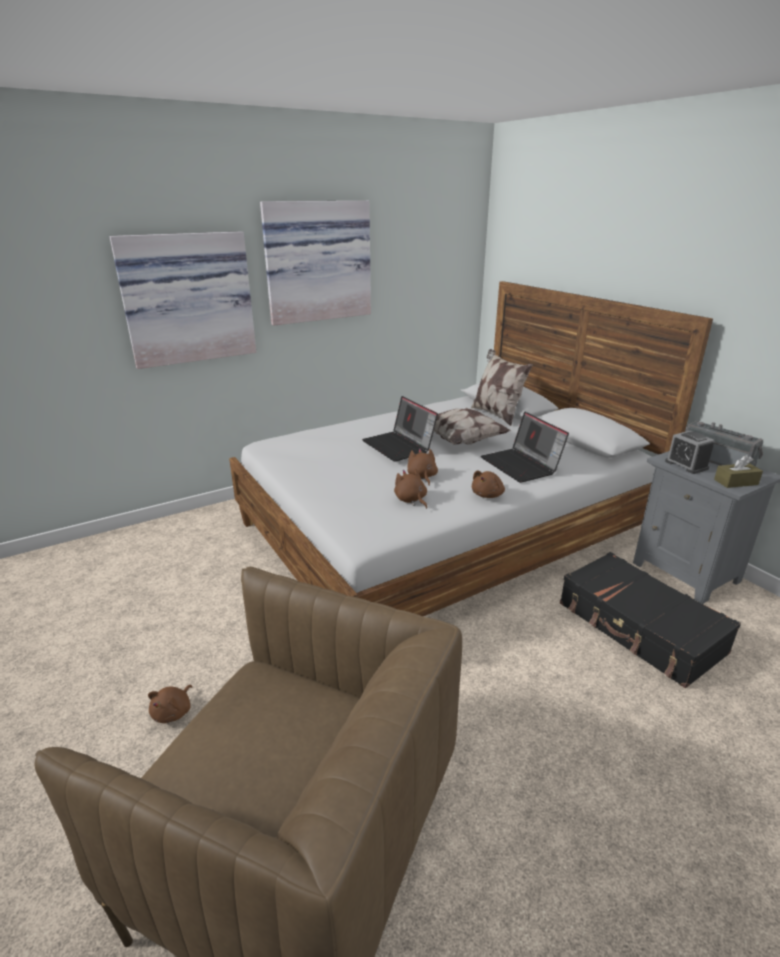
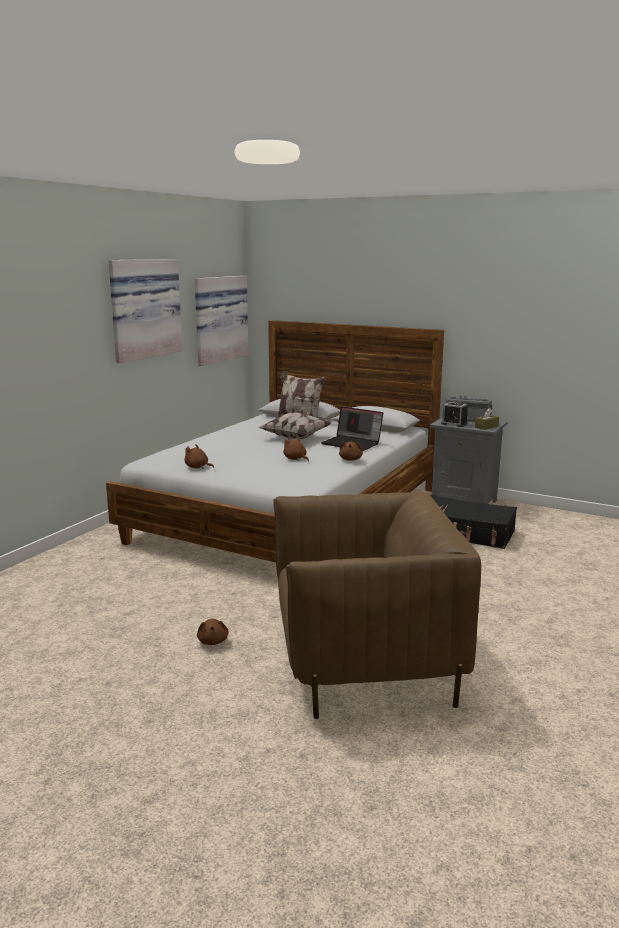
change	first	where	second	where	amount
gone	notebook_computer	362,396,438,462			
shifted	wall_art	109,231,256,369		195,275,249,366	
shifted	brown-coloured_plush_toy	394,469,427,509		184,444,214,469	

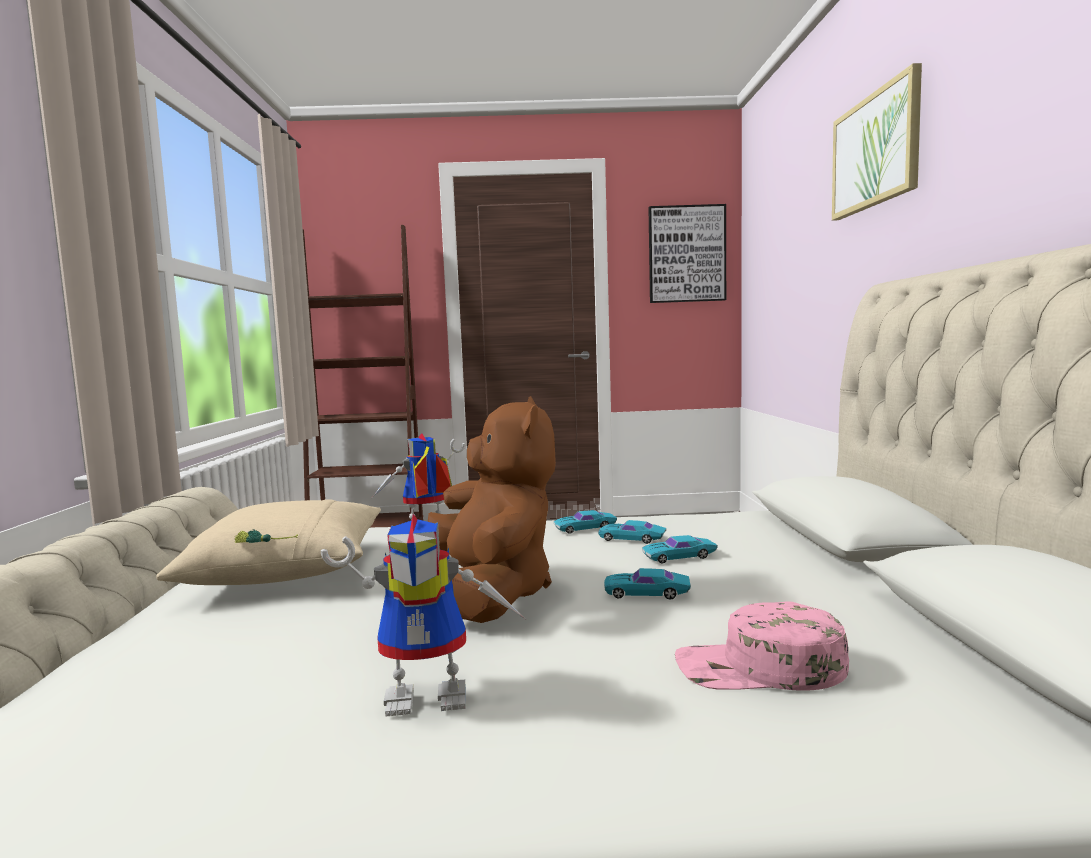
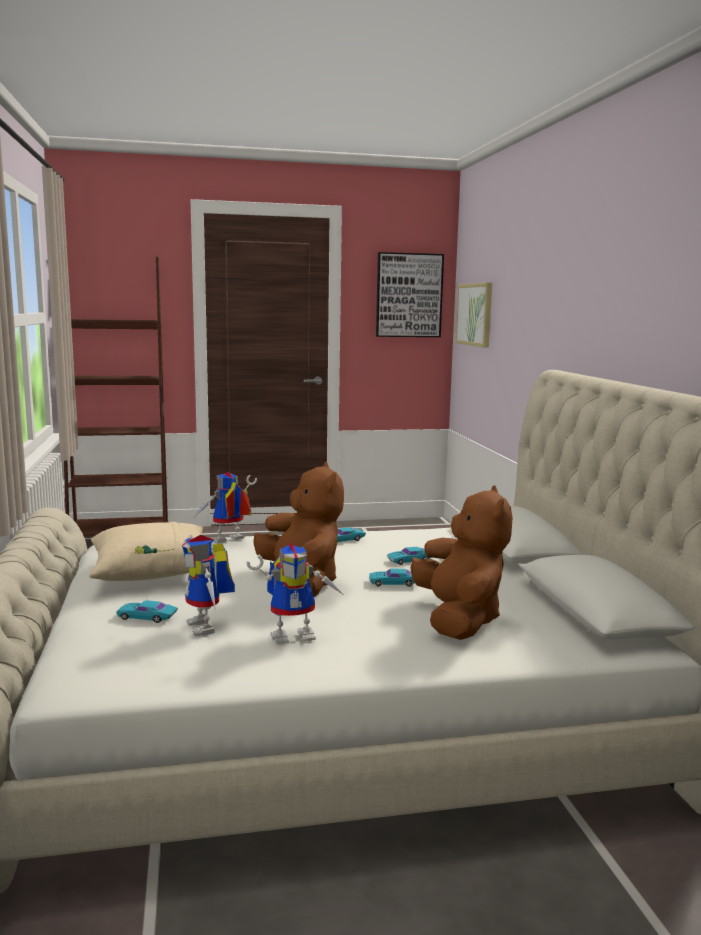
change	first	where	second	where	amount
new			model_robot	182,534,235,637	
shifted	turquoise_toy_car	598,520,666,544		116,600,178,623	
shifted	wall_art	832,63,922,221		455,283,492,347	
swapped	pink_baseball_cap	675,601,849,691	brown-coloured_plush_toy	411,485,513,640	

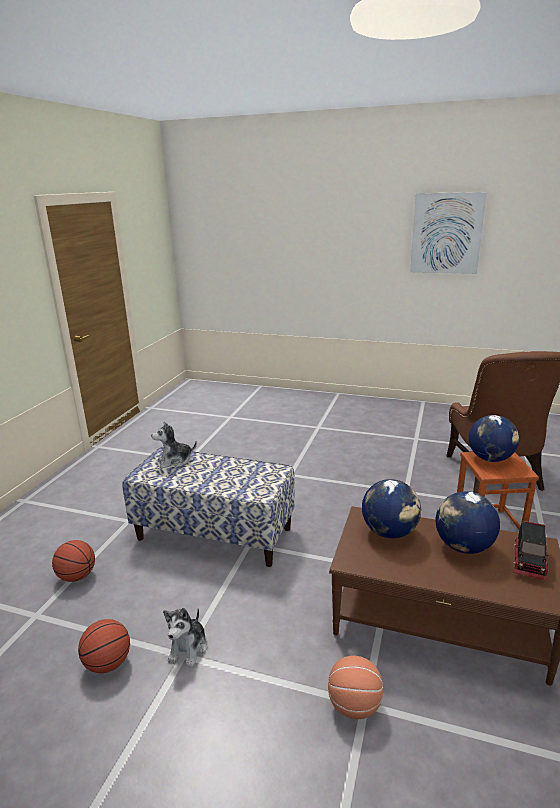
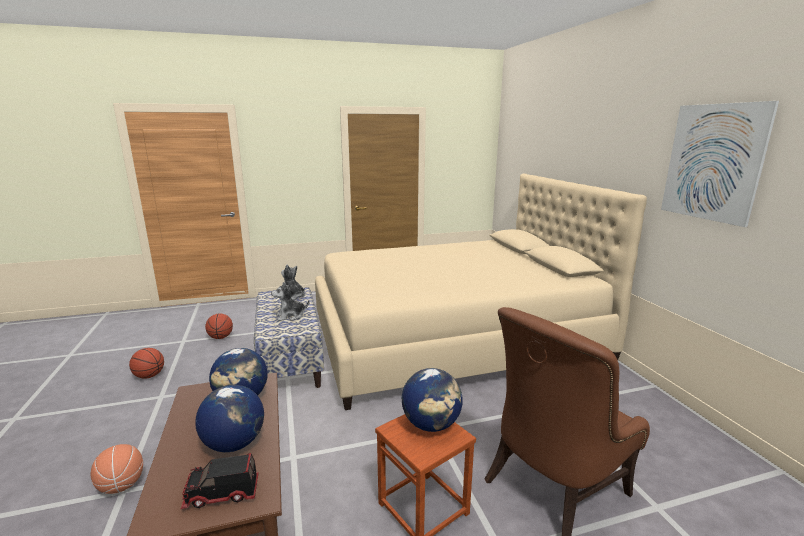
change	first	where	second	where	amount
new			beige_bed	315,174,647,410	
shifted	plush_toy	163,608,207,667		271,282,310,321	

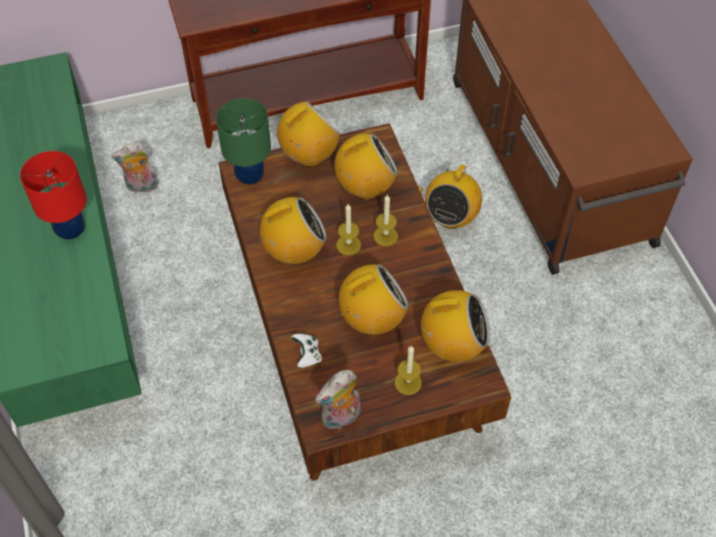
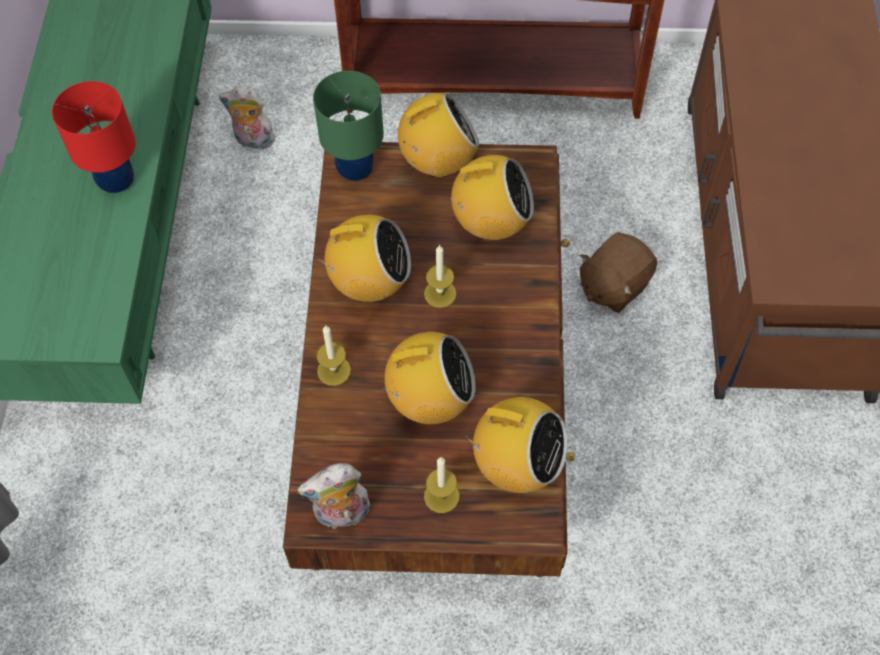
change	first	where	second	where	amount
gone	white-coloured_game_controller	291,334,322,368			
shifted	wax_candle	374,194,398,246		316,325,351,386	
swapped	radio	425,160,482,229	brown-coloured_plush_toy	580,232,657,313	

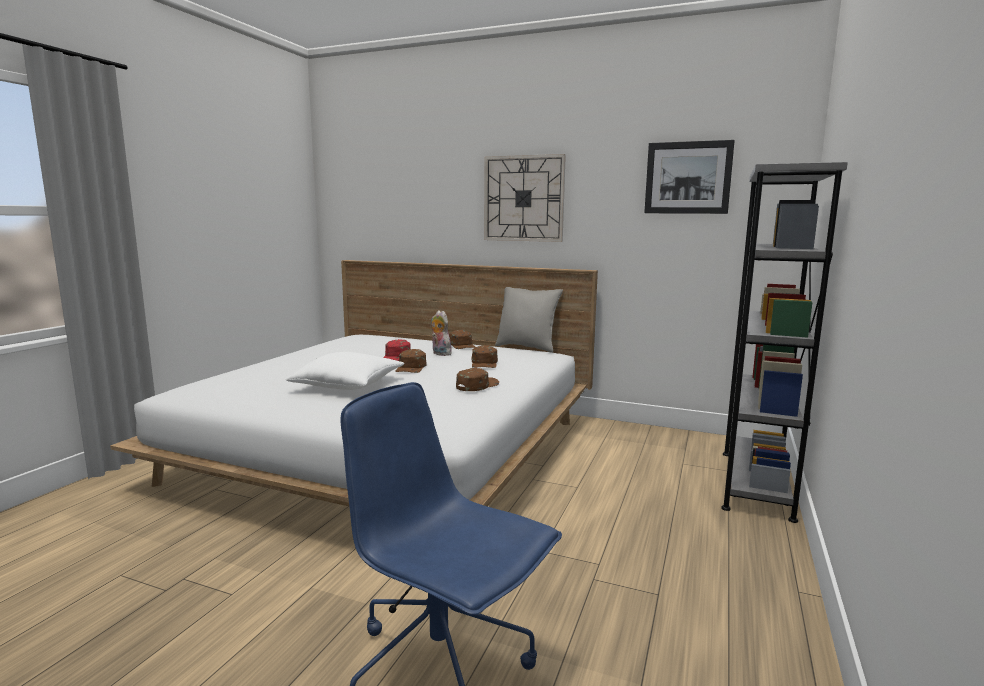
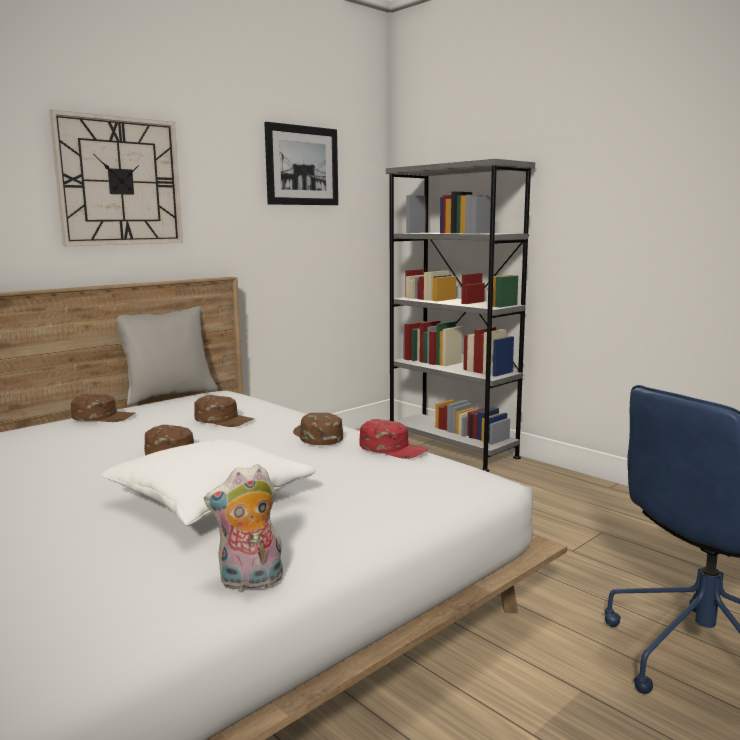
change	first	where	second	where	amount
shifted	red_baseball_cap	383,339,411,361		359,419,429,459	
shifted	plush_toy	431,310,452,356		204,464,283,591	

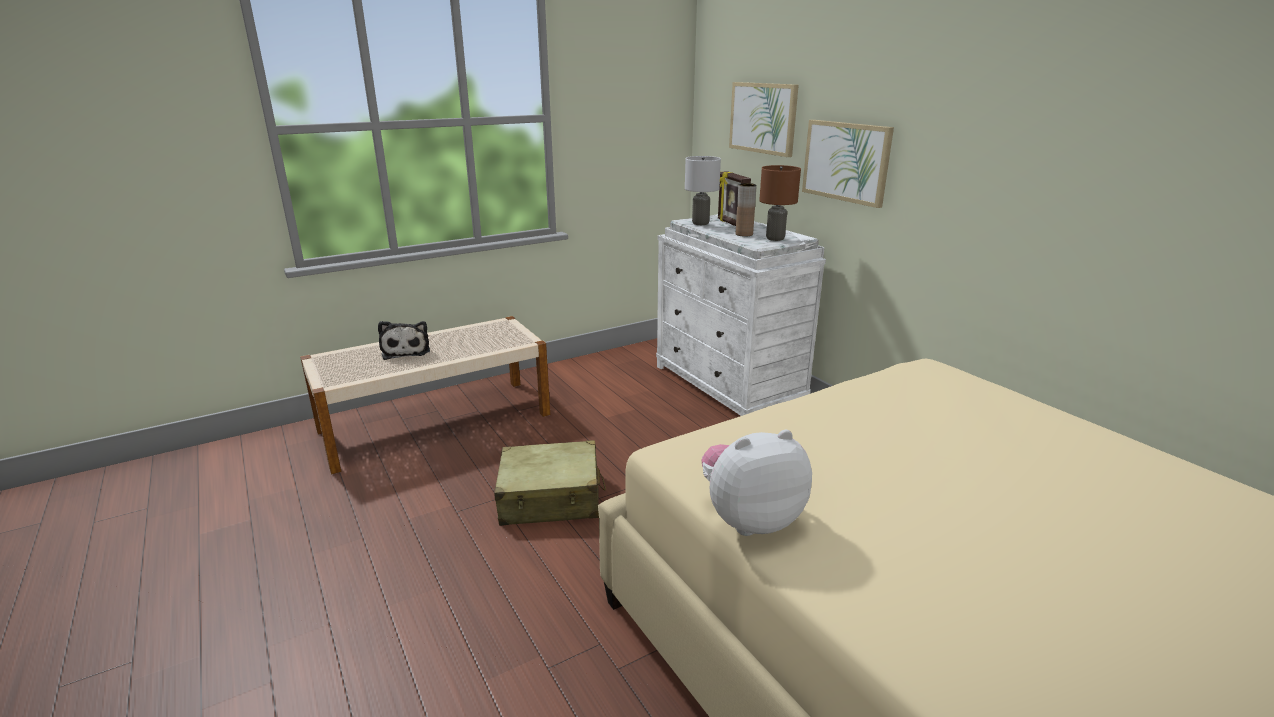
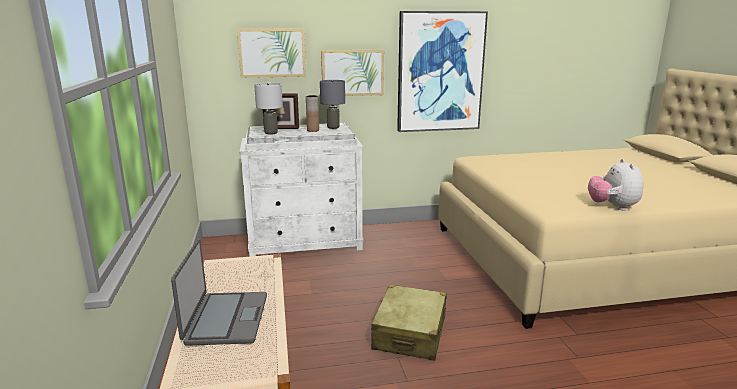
change	first	where	second	where	amount
new			wall_art	397,11,488,132	
swapped	plush_toy	378,321,430,360	notebook_computer	171,238,267,346	
repainted	brown-coloured_lamp_for_a_table	759,165,801,241	greyish_lamp_for_a_table	320,80,345,129	

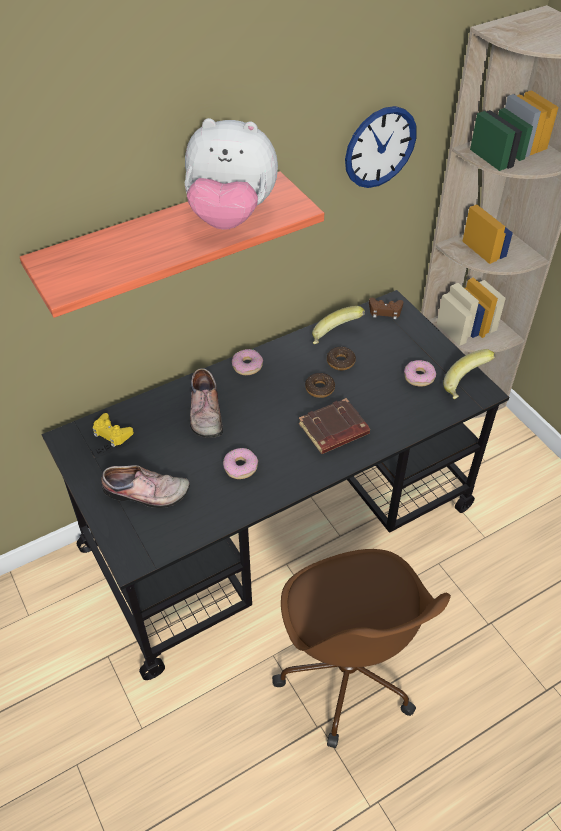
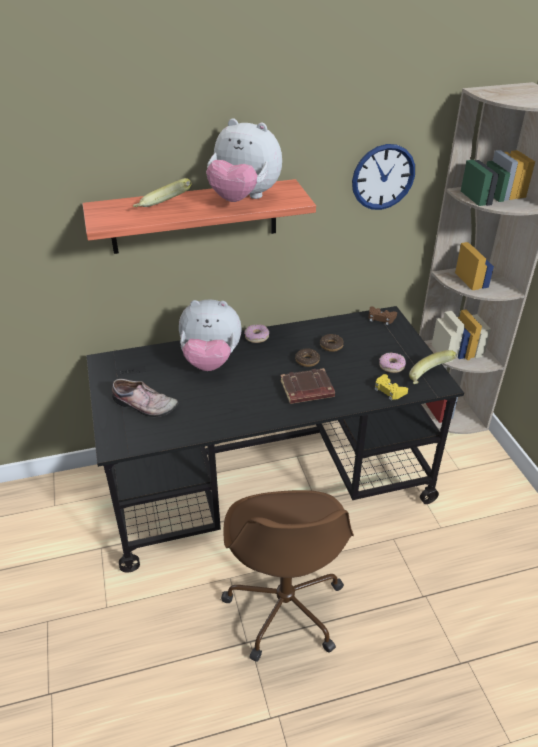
change	first	where	second	where	amount
gone	doughnut	223,448,258,479			
shifted	yellow_game_controller	93,413,134,447		375,374,408,400	
shifted	banana	312,306,365,344		133,178,192,207	
swapped	item_of_footwear	190,368,223,438	plush_toy	179,300,242,371	

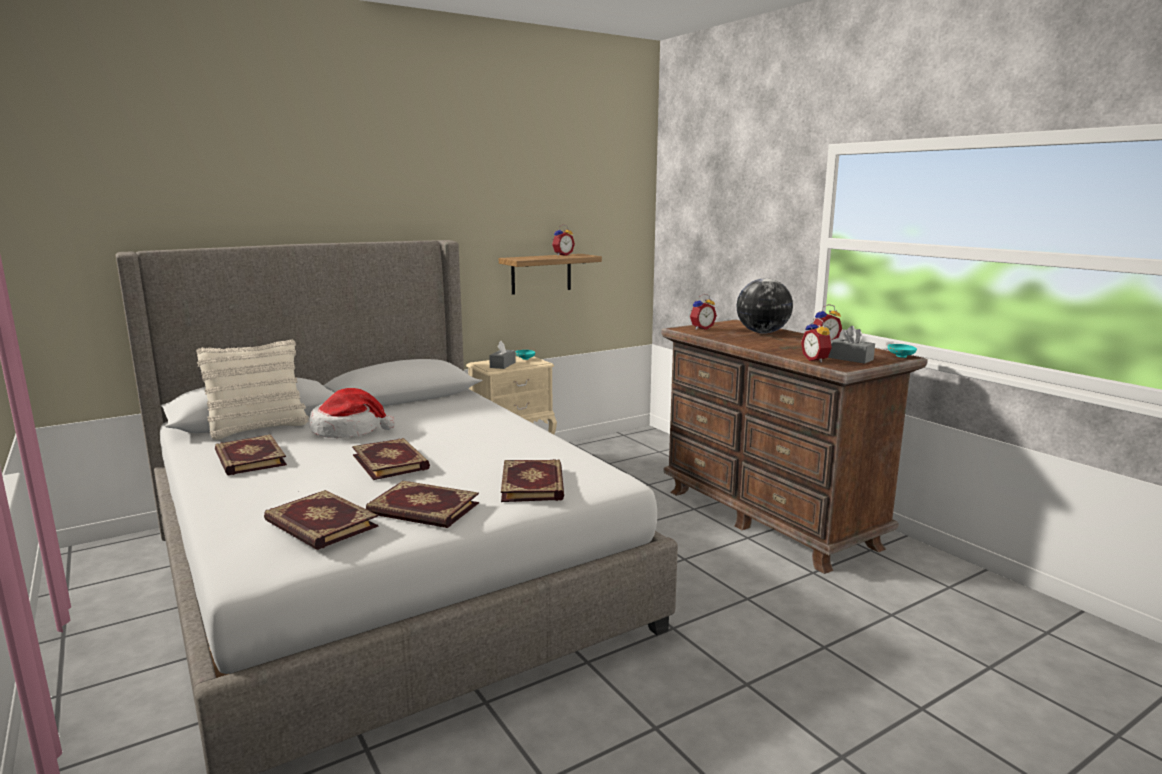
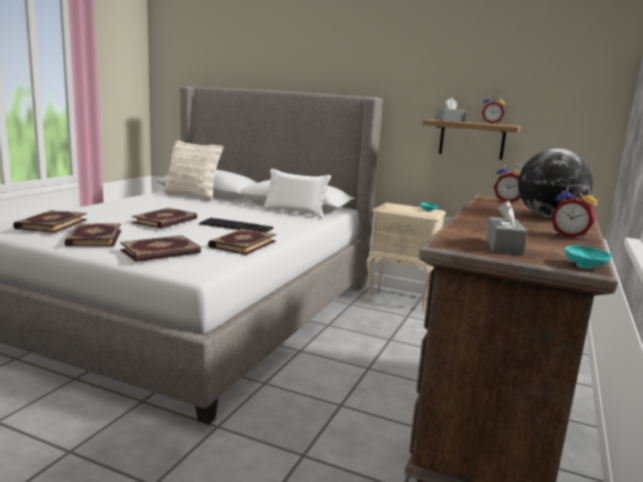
change	first	where	second	where	amount
gone	wearable_hat	309,388,395,438			
gone	alarm_clock	801,318,832,363			
new			PC_keyboard	199,218,274,232	
new			white-coloured_pillow	263,169,331,218	
shifted	volume	215,434,287,475		208,229,276,255	
shifted	greyish_tissue_holder	489,341,516,369		435,98,467,122	

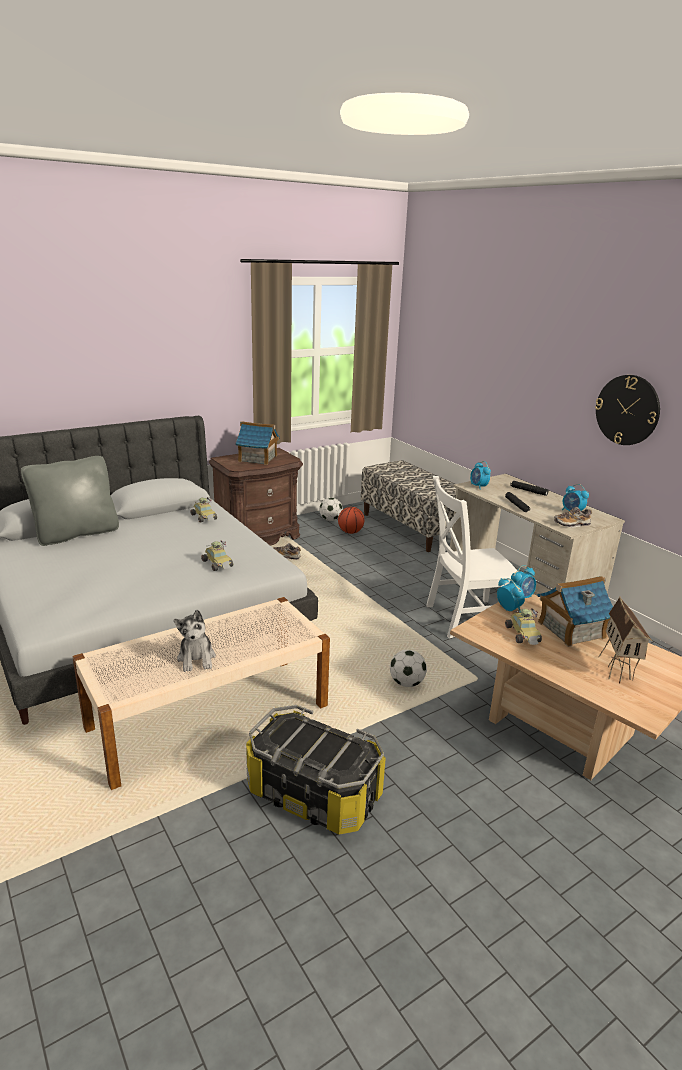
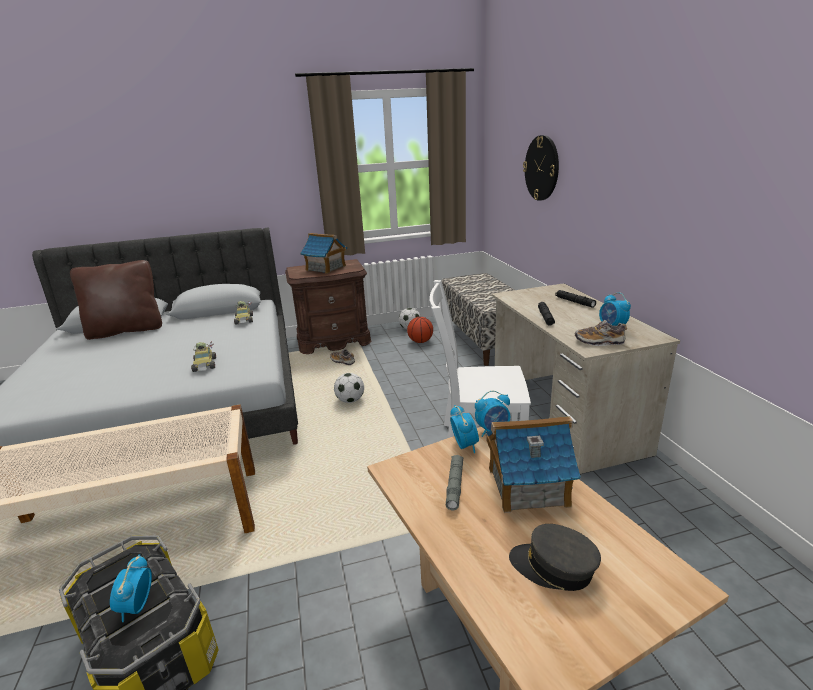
change	first	where	second	where	amount
gone	plush_toy	174,610,216,672			
shifted	football	390,650,427,687		334,373,364,403	
shifted	alarm_clock	470,461,491,490		110,554,152,622	
shifted	clock_on_the_wall	595,375,660,445		523,135,559,201	
swapped	toy_car	505,608,542,645	greyish_hand_torch	446,455,463,511	
swapped	toy_house	599,596,652,684	greyish_baseball_cap	509,524,601,591	
repainted	greyish_pillow	21,456,119,546	brown-coloured_pillow	70,260,162,340	

